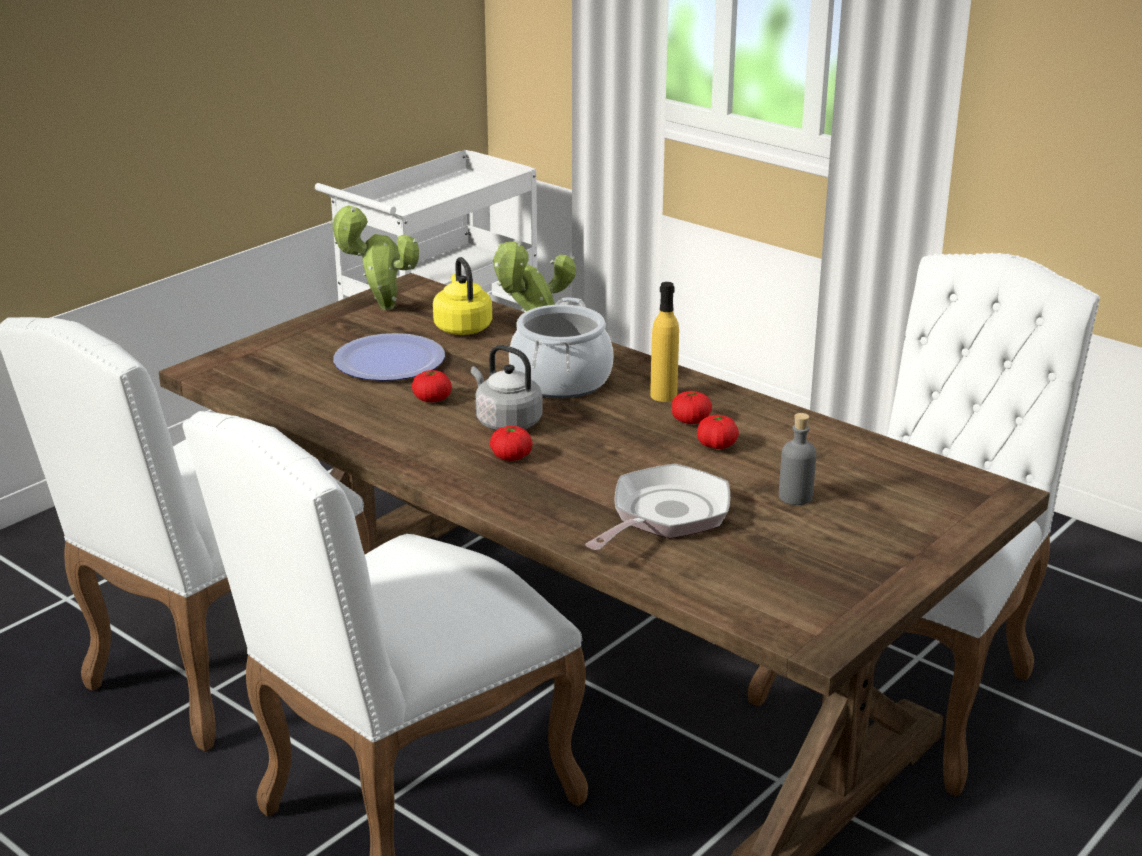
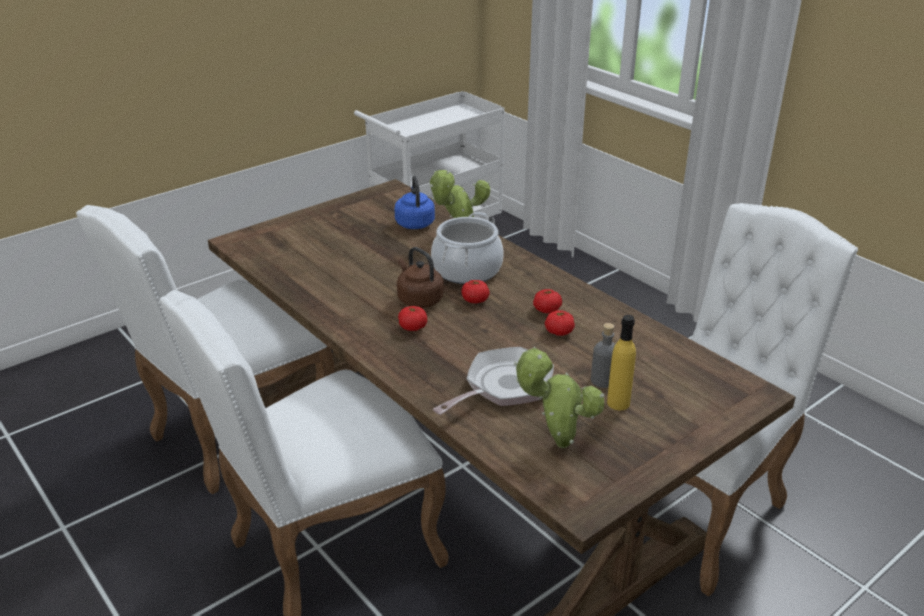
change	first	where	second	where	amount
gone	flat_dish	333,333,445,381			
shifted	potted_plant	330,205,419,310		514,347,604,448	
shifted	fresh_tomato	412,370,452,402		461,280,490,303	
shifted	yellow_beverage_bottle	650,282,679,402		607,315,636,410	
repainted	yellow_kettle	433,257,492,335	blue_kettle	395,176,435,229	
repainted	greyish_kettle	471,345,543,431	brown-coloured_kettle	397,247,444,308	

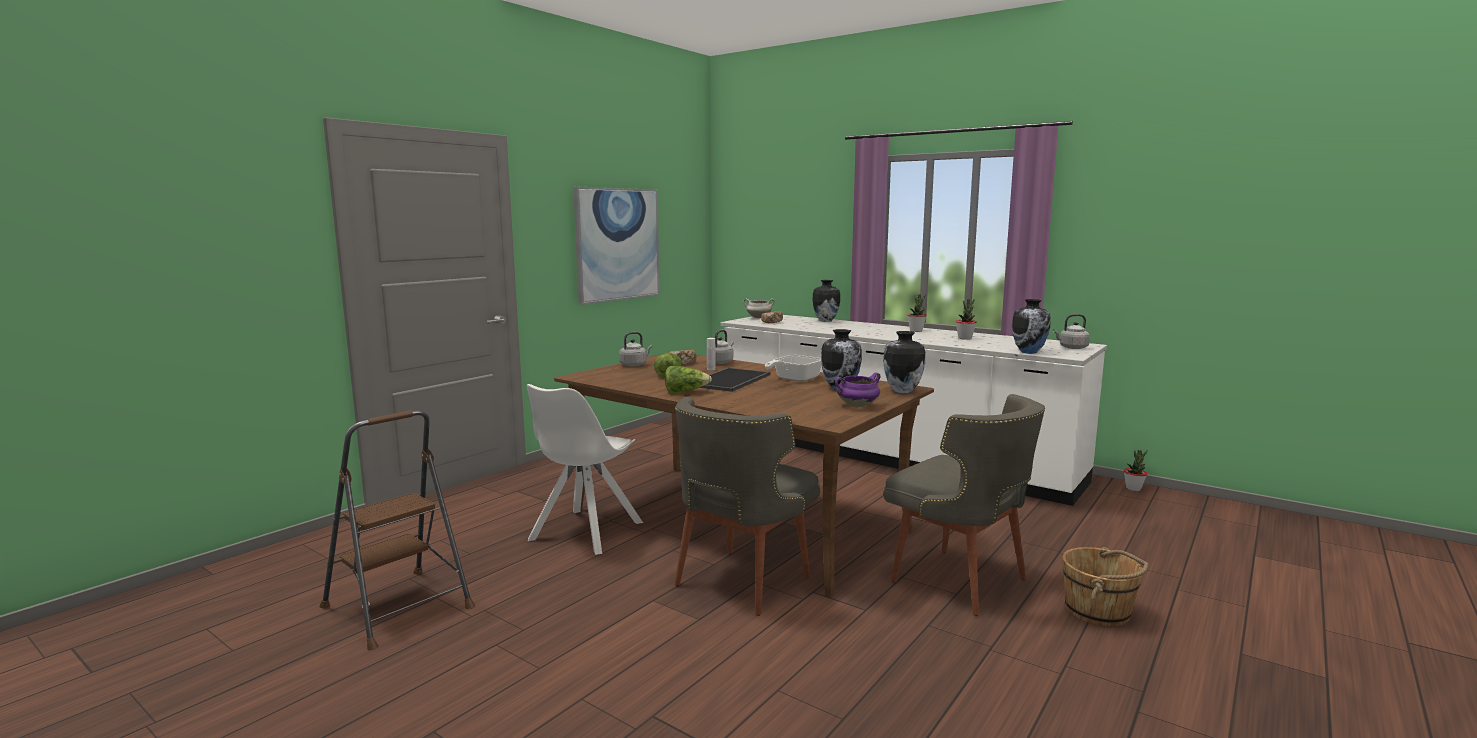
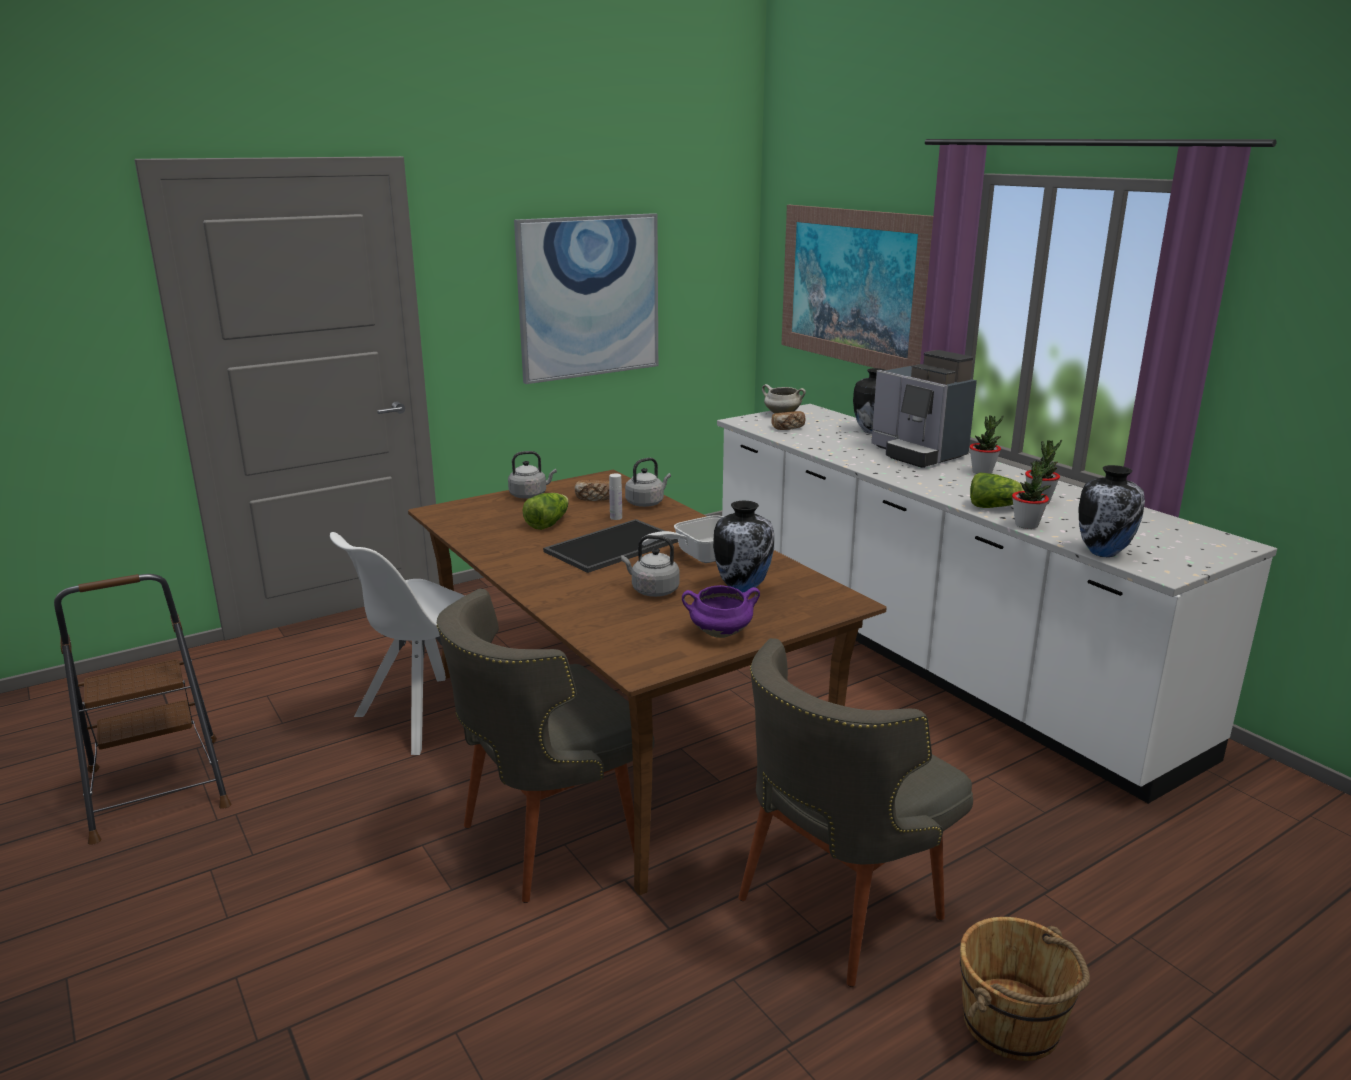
change	first	where	second	where	amount
gone	flower_vase	883,331,925,394			
new			wall_art	781,205,933,370	
new			coffee_brewer	871,350,977,468	
shifted	lettuce_head	665,366,712,393		970,472,1024,508	
shifted	greyish_kettle	1053,314,1090,349		621,535,680,597	
shifted	potted_plant	1124,450,1148,491		1012,461,1053,529	
rotated	greyish_plain_chair	883,394,1045,616		738,638,973,987	75 degrees clockwise

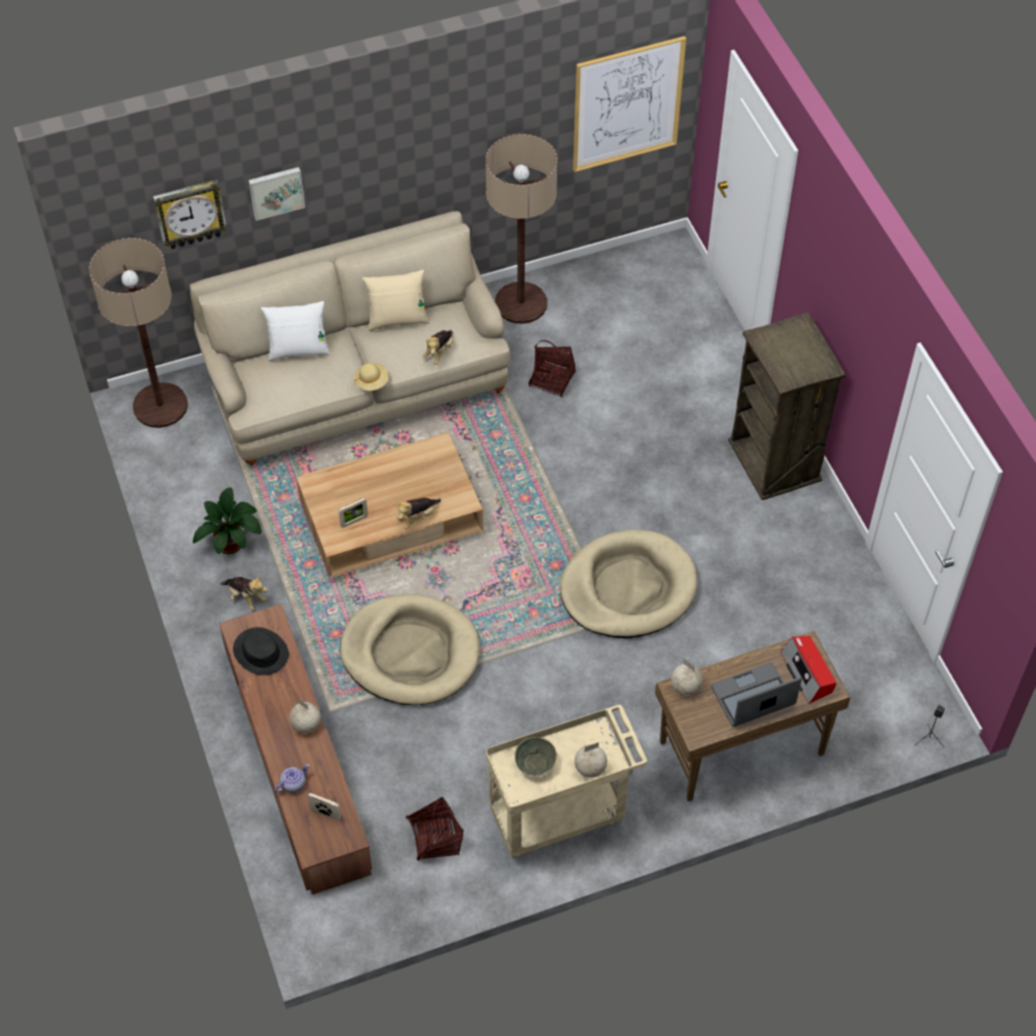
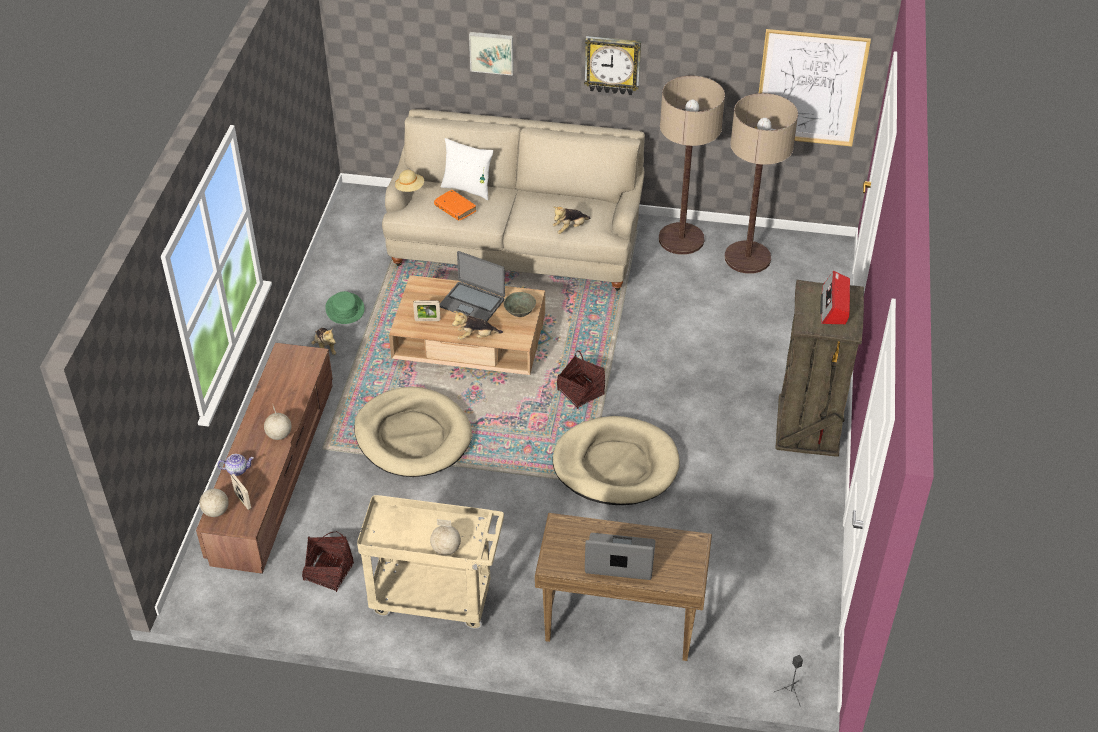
change	first	where	second	where	amount
gone	black_wearable_hat	233,627,289,675			
gone	beige_pillow	362,270,429,331			
new			orange_volume	434,190,476,221	
new			notebook_computer	440,251,505,321	
shifted	floor_lamp	89,238,188,428		725,93,798,274	
shifted	clock_on_the_wall	153,179,227,249		584,36,641,95	
shifted	beige_wearable_hat	354,363,389,391		395,170,424,192	
shifted	greyish_bowl	515,737,557,776		503,292,536,317	
shifted	household_basket	528,340,576,397		557,350,605,409	
shifted	world_globe	671,659,703,695		199,484,229,517	
shifted	radio	780,636,836,704		820,271,850,324	
swapped	potted_plant	193,487,262,554	greenish_wearable_hat	325,291,364,324	

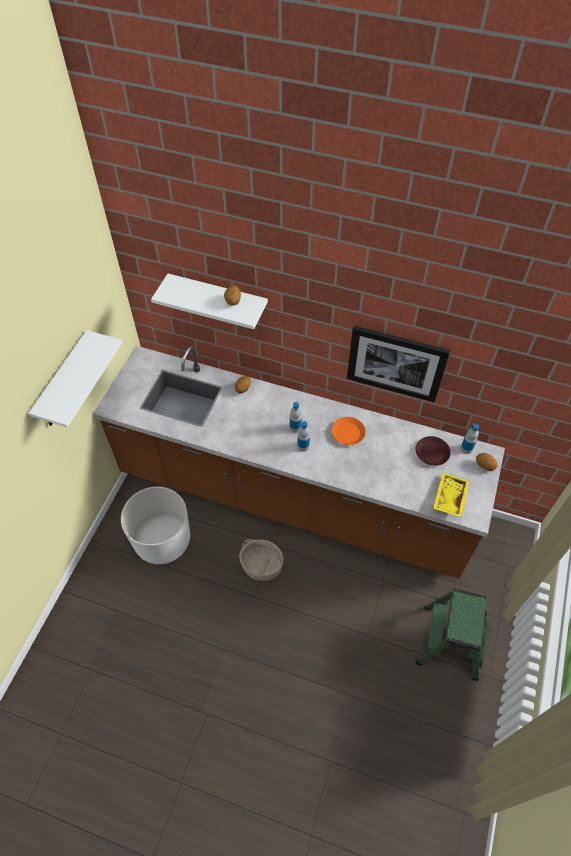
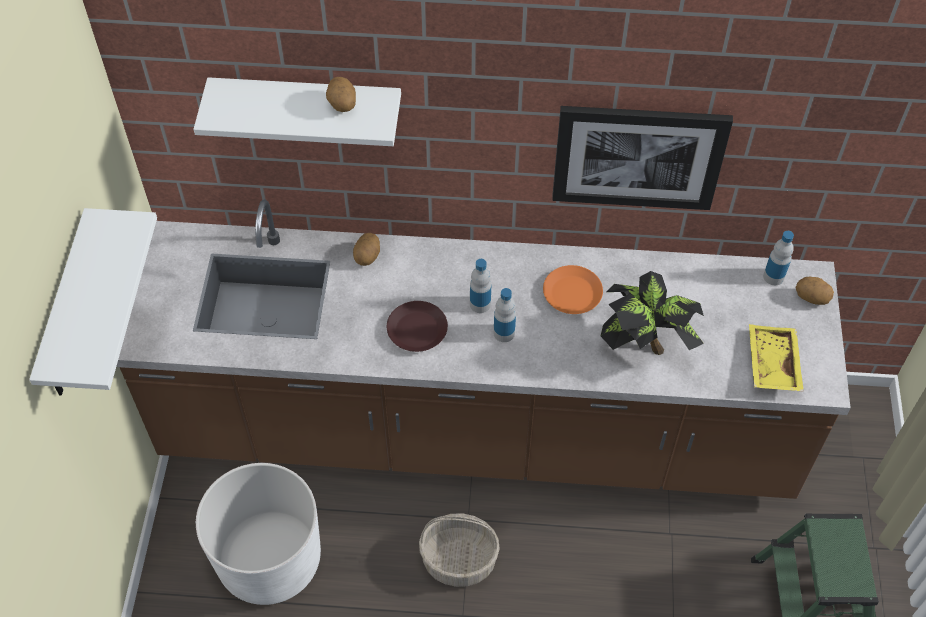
change	first	where	second	where	amount
new			potted_plant	601,271,704,355	
shifted	brown-coloured_flat_dish	415,436,451,466		387,301,448,352	

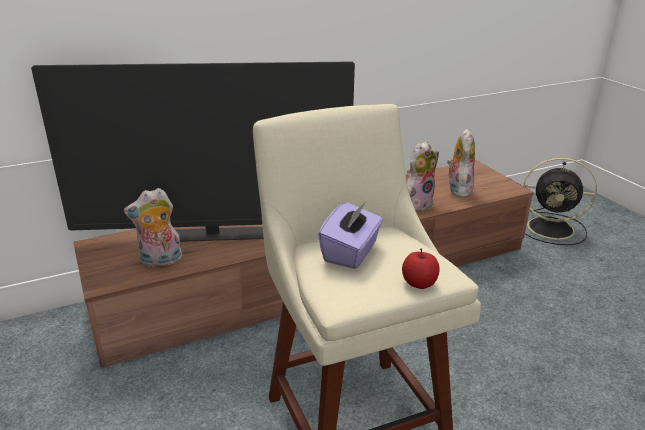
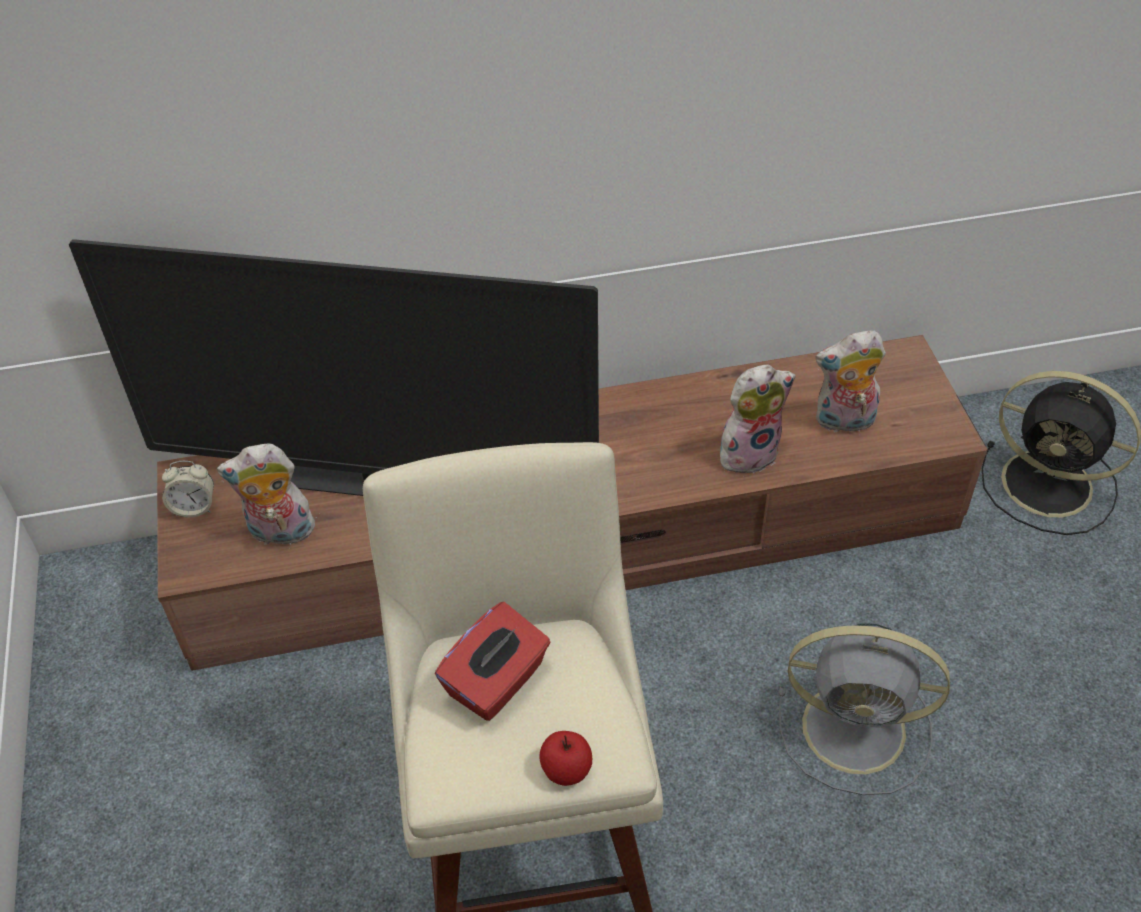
change	first	where	second	where	amount
new			alarm_clock	162,461,214,517	
new			greyish_electric_fan	779,623,950,795	
repainted	purple-coloured_tissue_holder	318,200,383,269	red_tissue_holder	435,602,551,721	
rotated	plush_toy	447,129,475,197		815,330,886,432	120 degrees counterclockwise

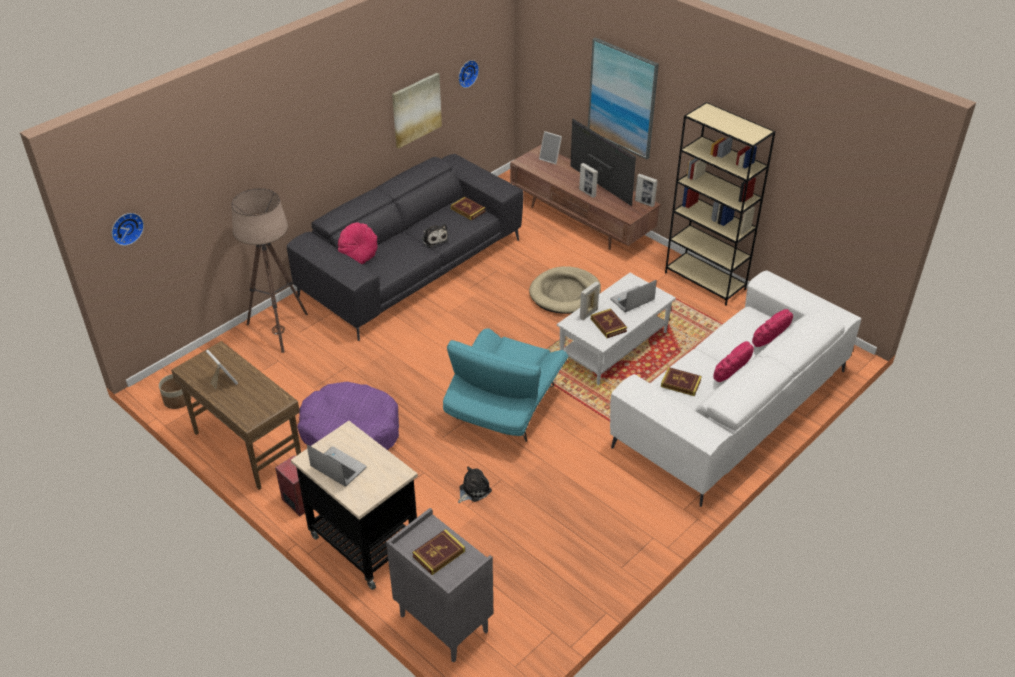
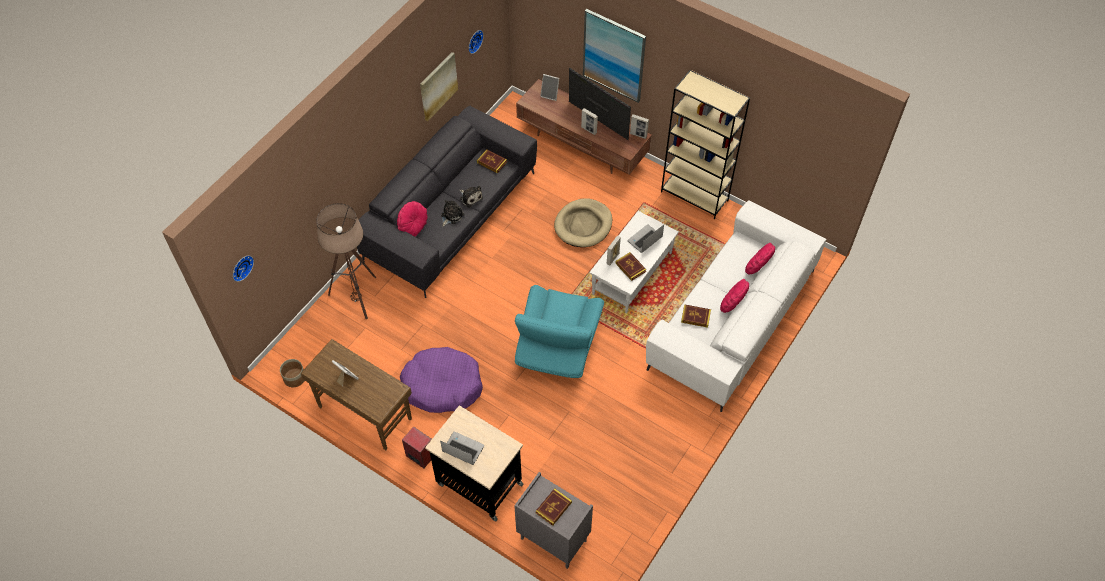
change	first	where	second	where	amount
shifted	plush_toy	458,467,492,503		441,200,464,227	

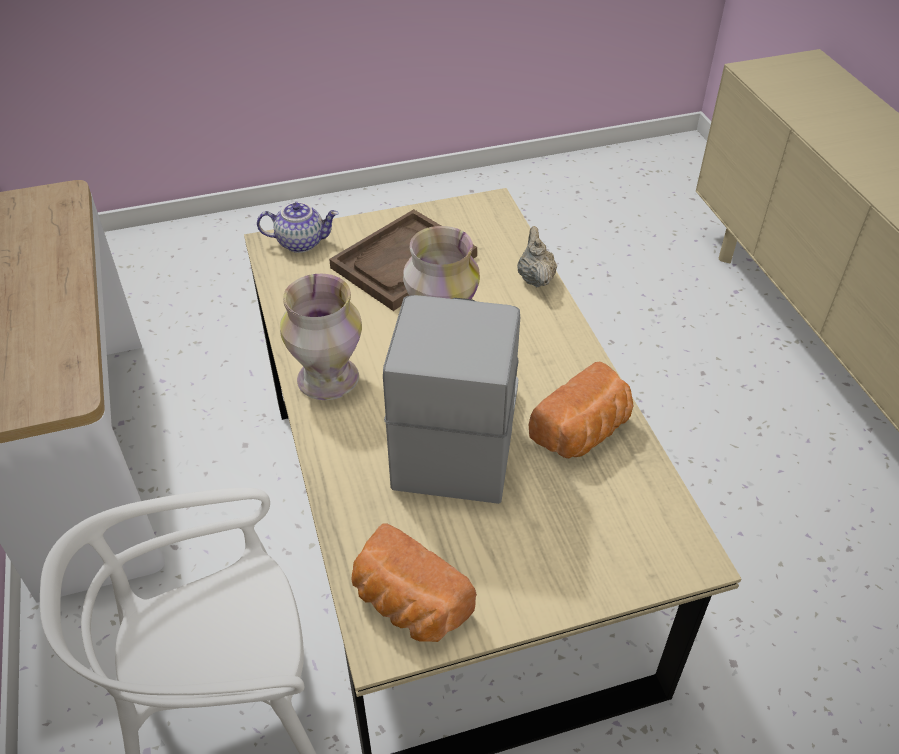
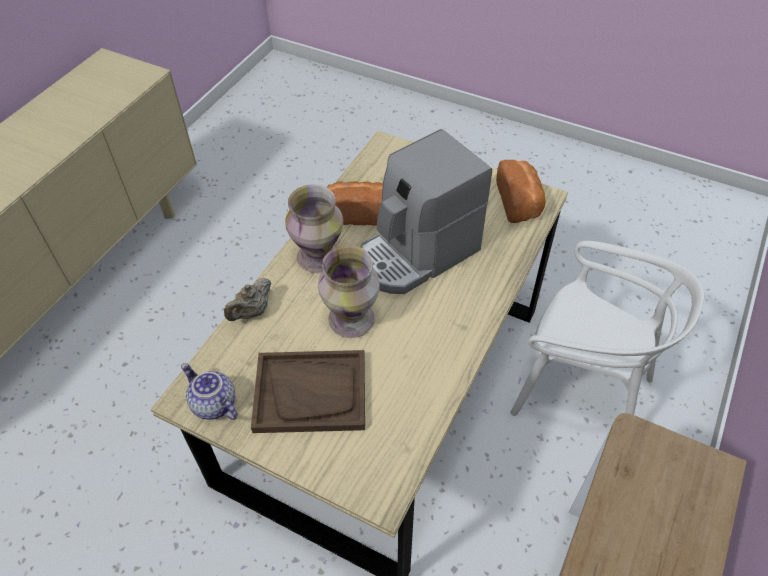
change	first	where	second	where	amount
shifted	pot_for_tea	257,202,339,253		181,363,238,420	
shifted	flower_vase	280,274,362,400		285,184,343,273	

